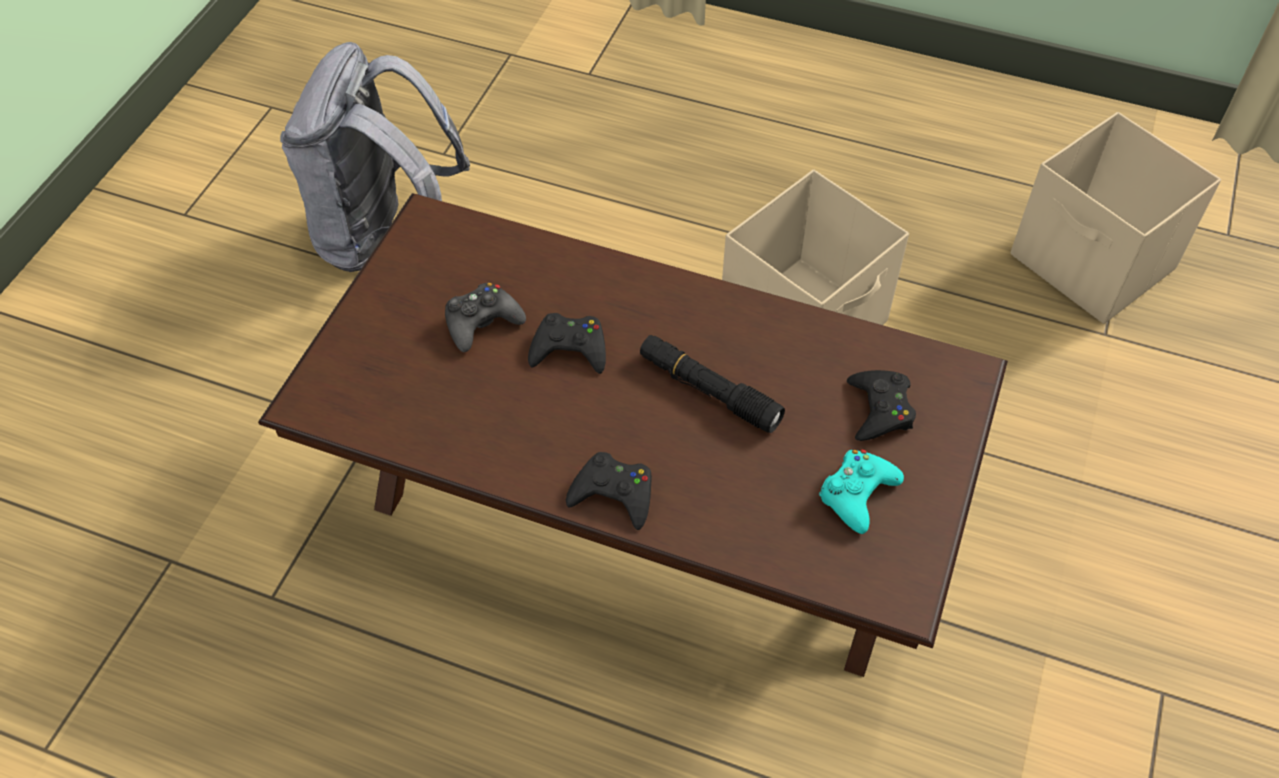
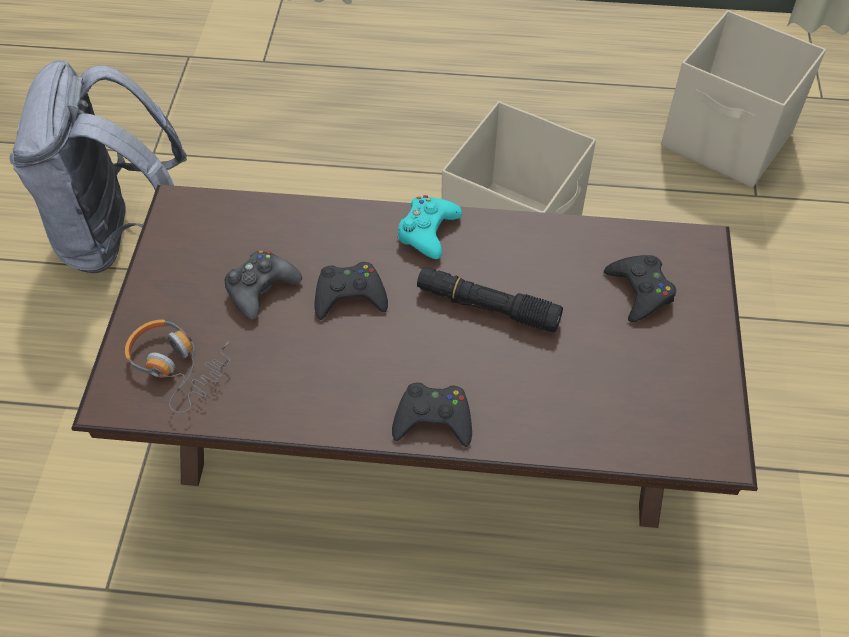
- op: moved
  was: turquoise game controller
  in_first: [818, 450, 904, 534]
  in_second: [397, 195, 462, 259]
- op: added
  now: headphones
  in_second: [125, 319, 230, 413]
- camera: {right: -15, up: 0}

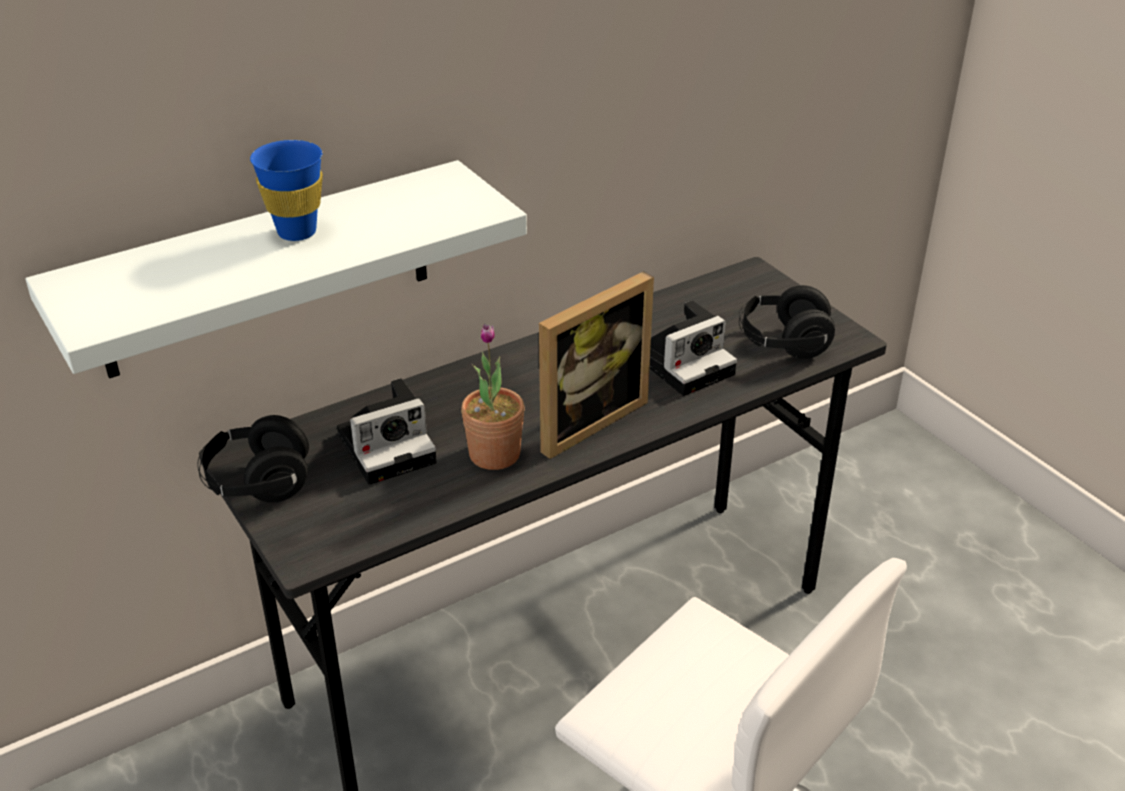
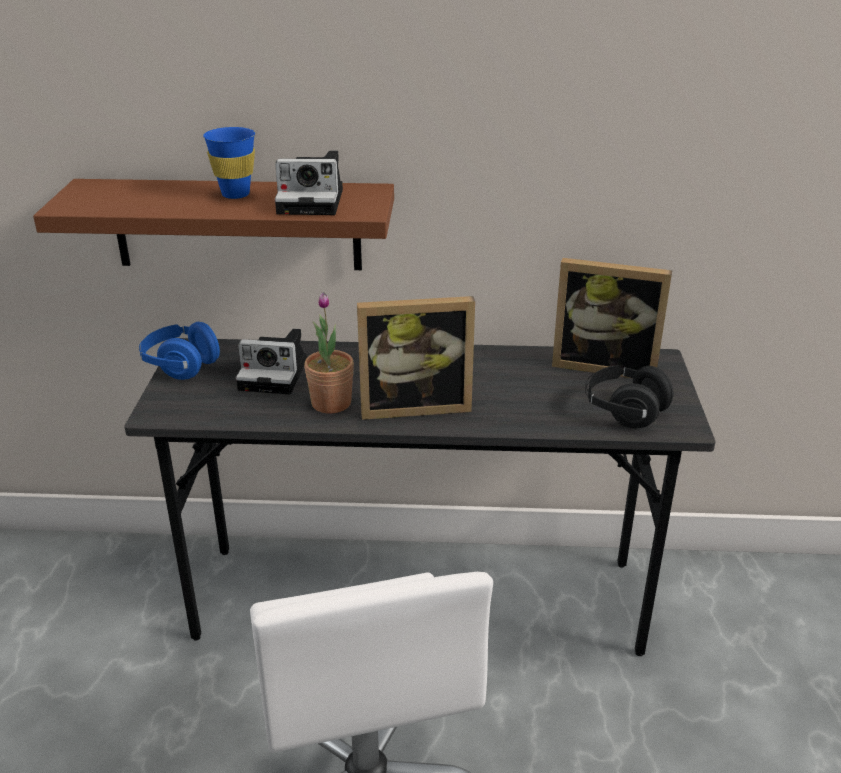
- op: recoloured
  was: whitish shelf
  now: brown-coloured shelf
  in_first: [25, 160, 527, 378]
  in_second: [33, 179, 394, 270]
- op: moved
  was: still camera
  in_first: [649, 300, 737, 396]
  in_second: [275, 150, 343, 215]
- op: recoloured
  was: black headphones
  now: blue headphones
  in_first: [197, 415, 309, 503]
  in_second: [139, 322, 222, 380]
- op: added
  now: standing frame
  in_second: [552, 258, 672, 378]
- camera: {right: 35, up: -5}

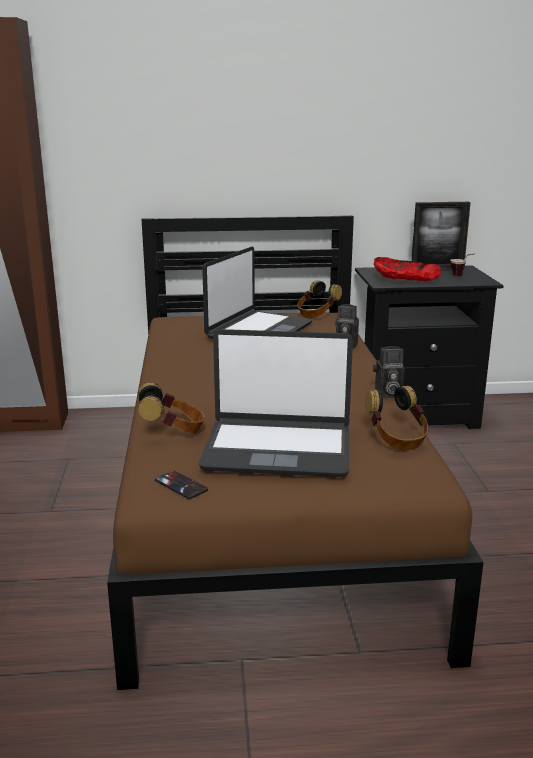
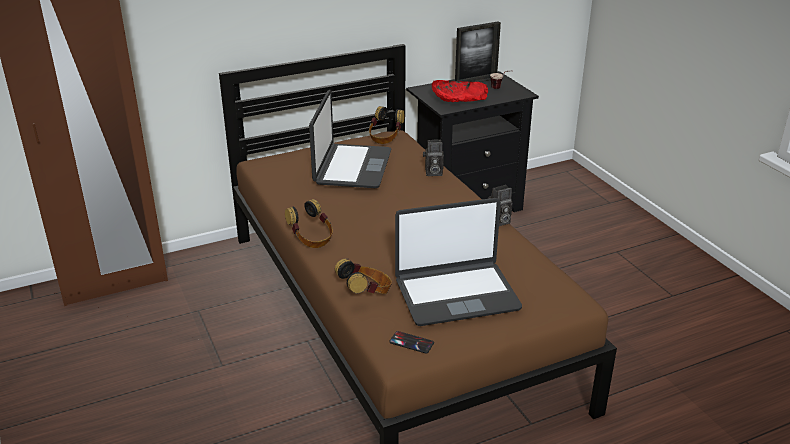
- op: moved
  was: headphones
  in_first: [365, 386, 428, 450]
  in_second: [285, 199, 333, 248]
- camera: {right: -20, up: 10}

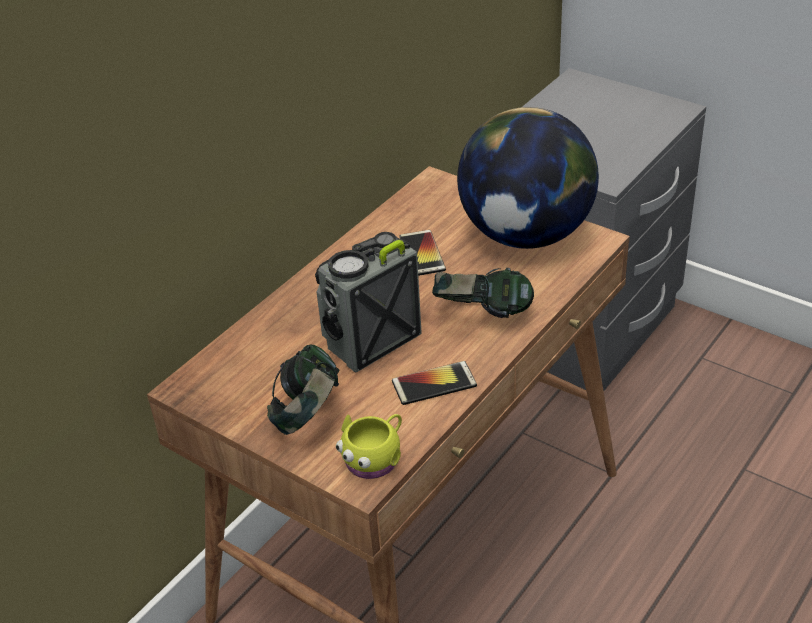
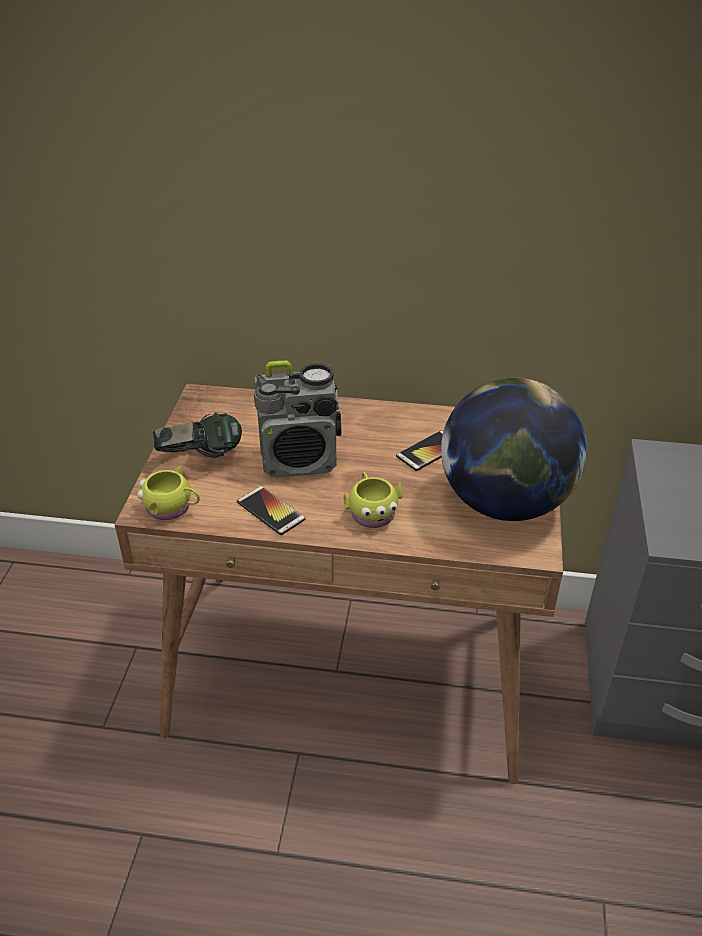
- op: turned
  was: radio set
  in_first: [315, 232, 421, 373]
  in_second: [254, 361, 341, 478]
  clockwise: 150
- op: replaced
  was: headphones
  now: yellow-coloured mug
  in_first: [432, 268, 534, 318]
  in_second: [343, 472, 403, 528]
- camera: {right: 60, up: 0}

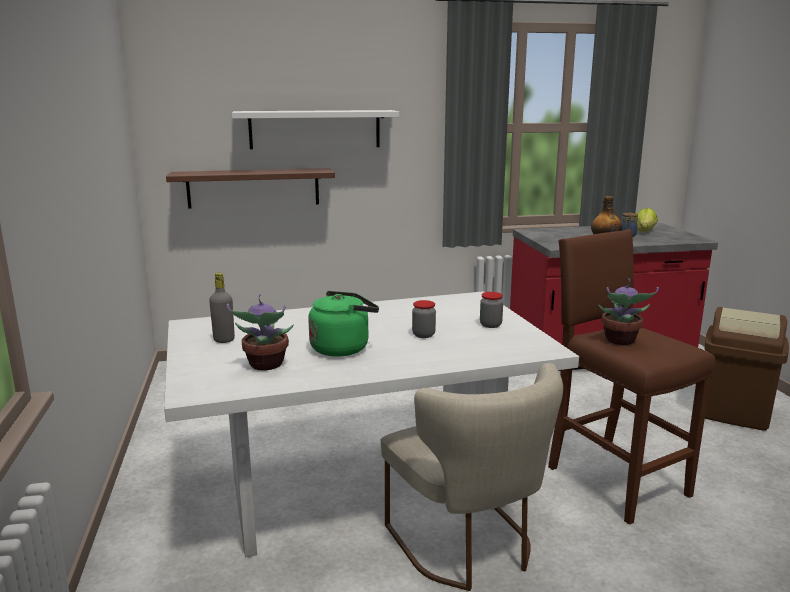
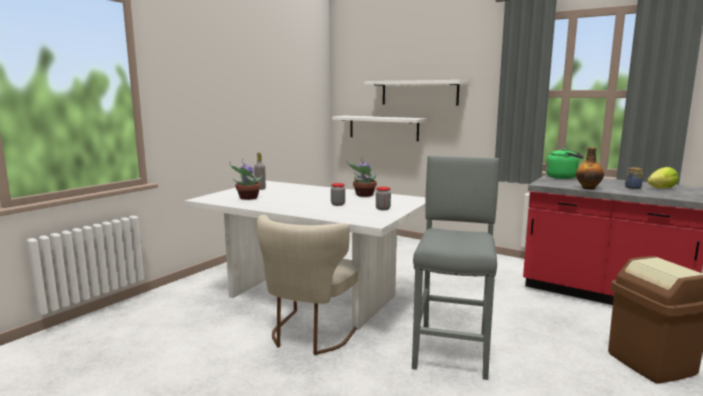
- op: recoloured
  was: brown-coloured shelf
  now: whitish shelf
  in_first: [166, 168, 335, 209]
  in_second: [332, 116, 427, 141]
- op: recoloured
  was: brown-coloured sitting stool
  now: gray sitting stool
  in_first: [548, 229, 715, 525]
  in_second: [412, 156, 500, 380]
- op: moved
  was: potted plant
  in_first: [598, 278, 659, 345]
  in_second: [347, 157, 377, 197]
- op: moved
  was: greenish kettle
  in_first: [308, 291, 379, 356]
  in_second: [546, 148, 584, 179]
- camera: {right: 45, up: -5}

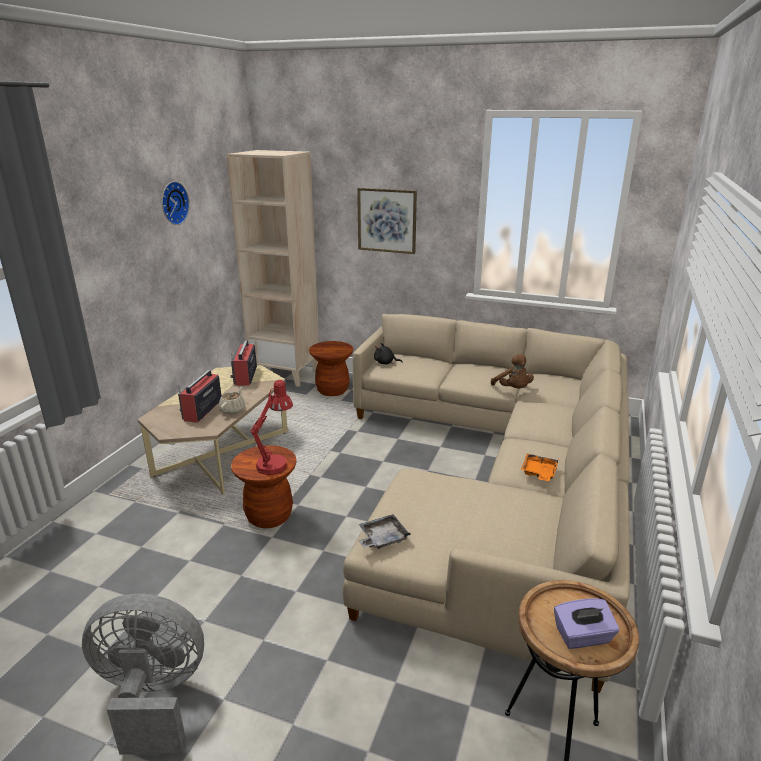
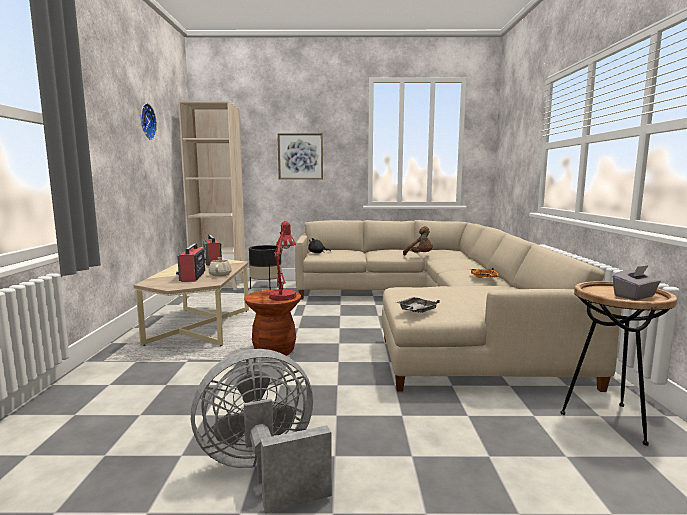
- op: replaced
  was: brown-coloured sitting stool
  now: black plant pot
  in_first: [309, 341, 353, 396]
  in_second: [249, 245, 282, 289]
- op: recoloured
  was: purple box of tissues
  now: gray box of tissues
  in_first: [554, 598, 619, 649]
  in_second: [613, 265, 661, 300]
- camera: {right: -20, up: -15}

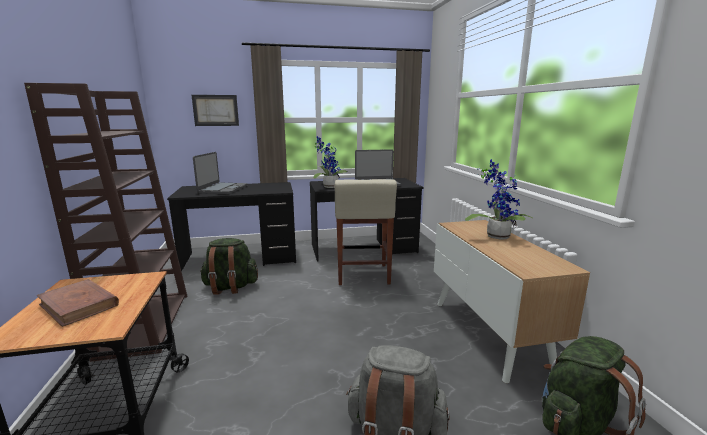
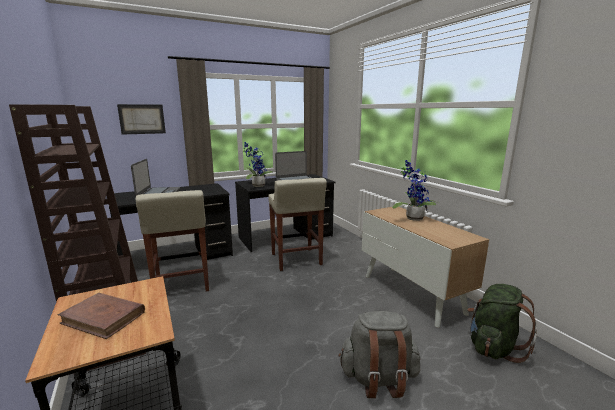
- op: replaced
  was: greenish backpack
  now: beige sitting stool
  in_first: [200, 238, 258, 295]
  in_second: [136, 190, 209, 292]
- camera: {right: -15, up: 0}

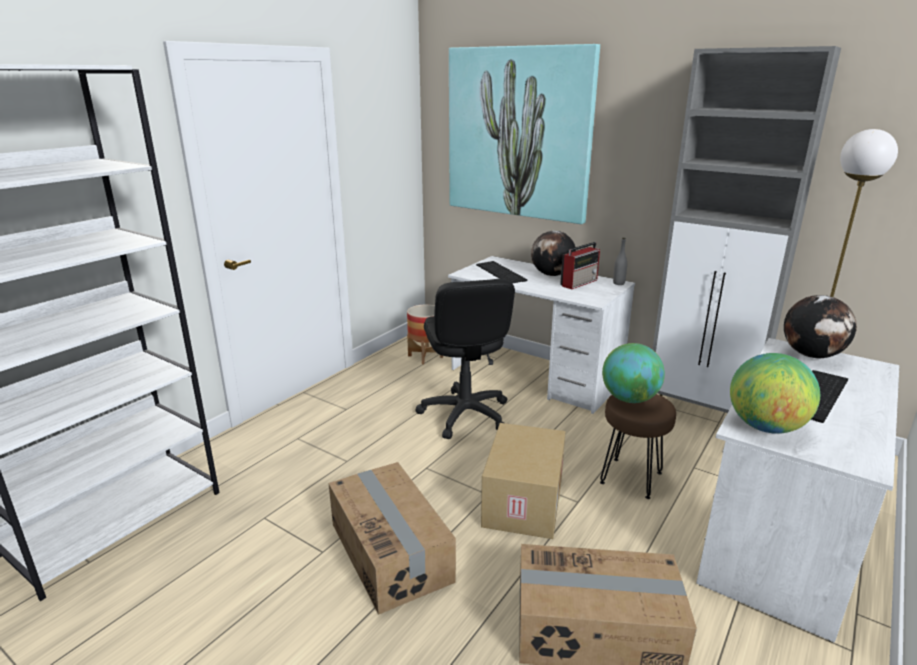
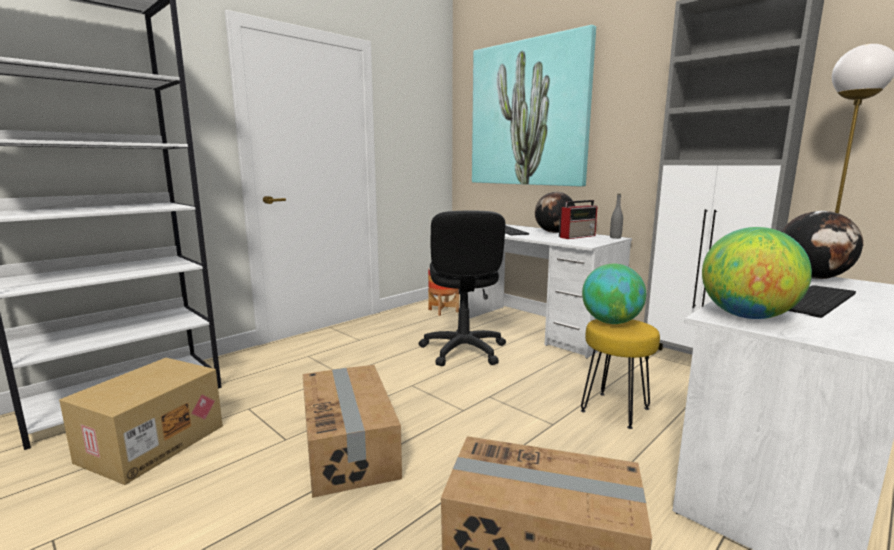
- op: recoloured
  was: brown-coloured sitting stool
  now: yellow-coloured sitting stool
  in_first: [600, 394, 676, 499]
  in_second: [581, 319, 660, 429]
- op: moved
  was: cardboard box
  in_first: [481, 423, 565, 539]
  in_second: [59, 358, 223, 485]
- camera: {right: 10, up: -10}

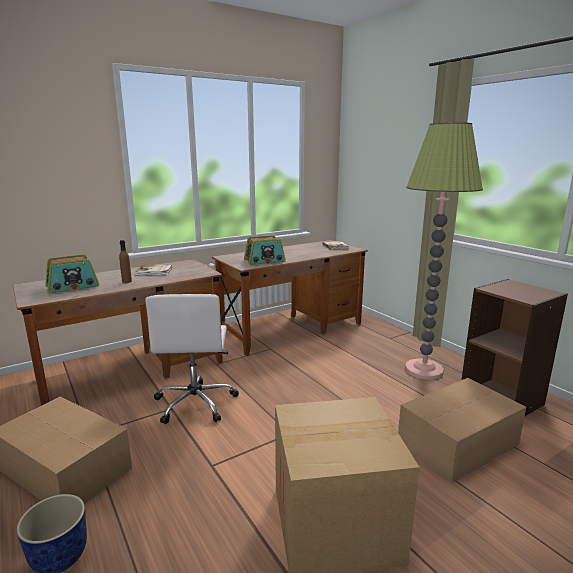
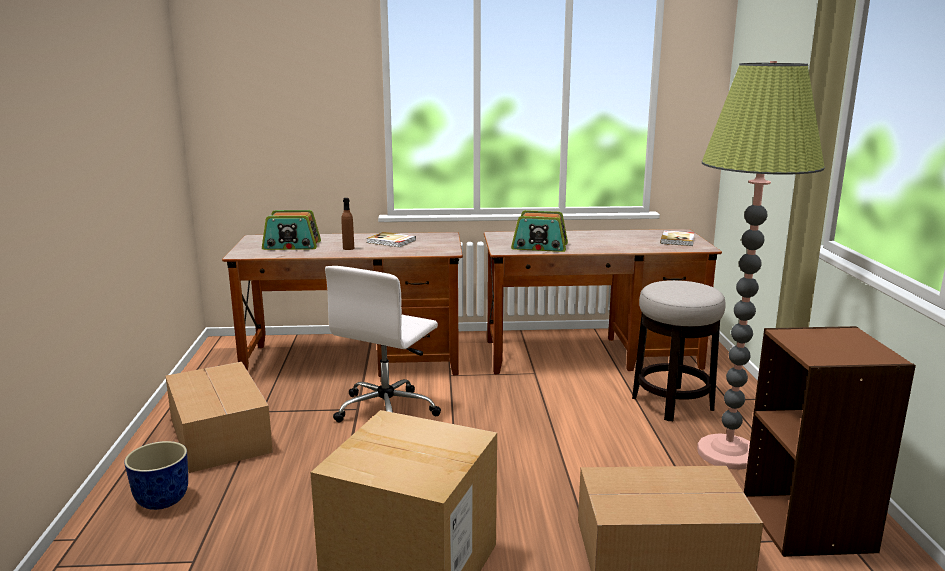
- op: added
  now: sitting stool
  in_second: [632, 280, 726, 421]
- camera: {right: 30, up: 0}

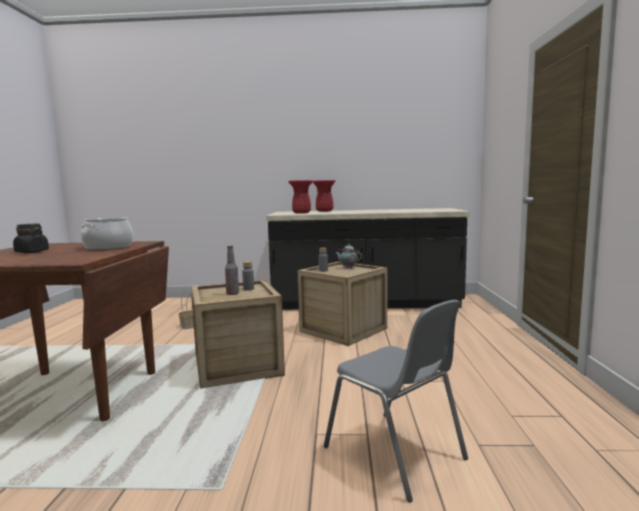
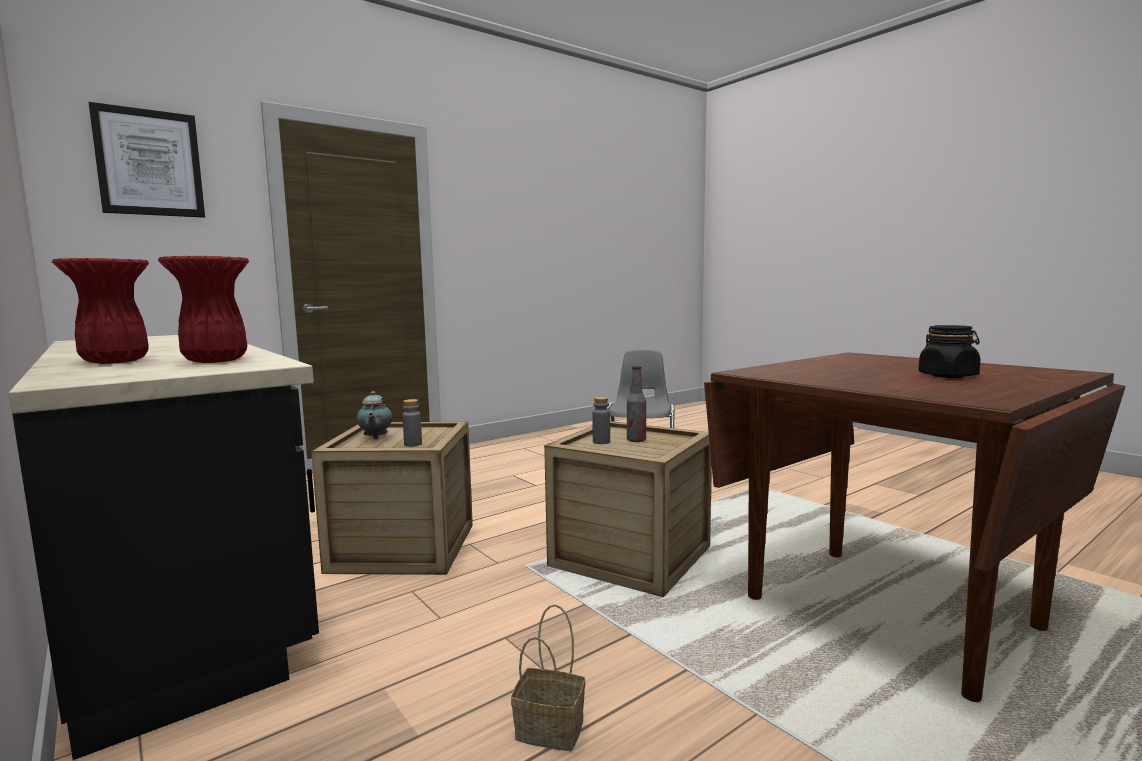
- op: removed
  was: saucepot
  in_first: [81, 217, 133, 250]
- op: added
  now: wall picture
  in_second: [89, 102, 205, 218]
- camera: {right: -130, up: 0}

